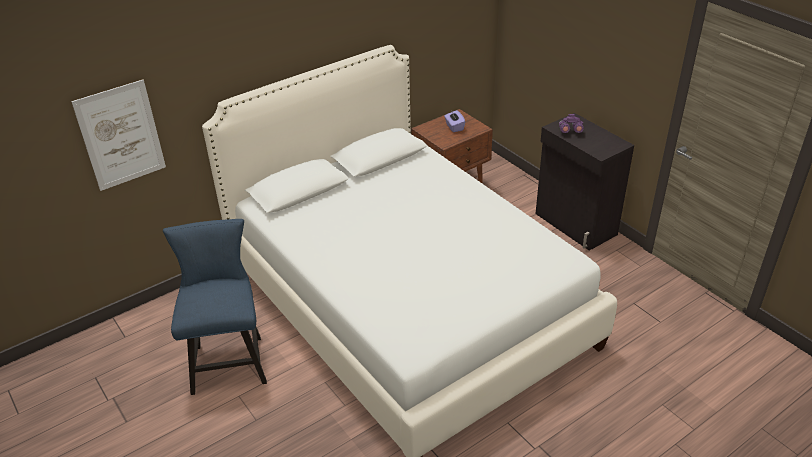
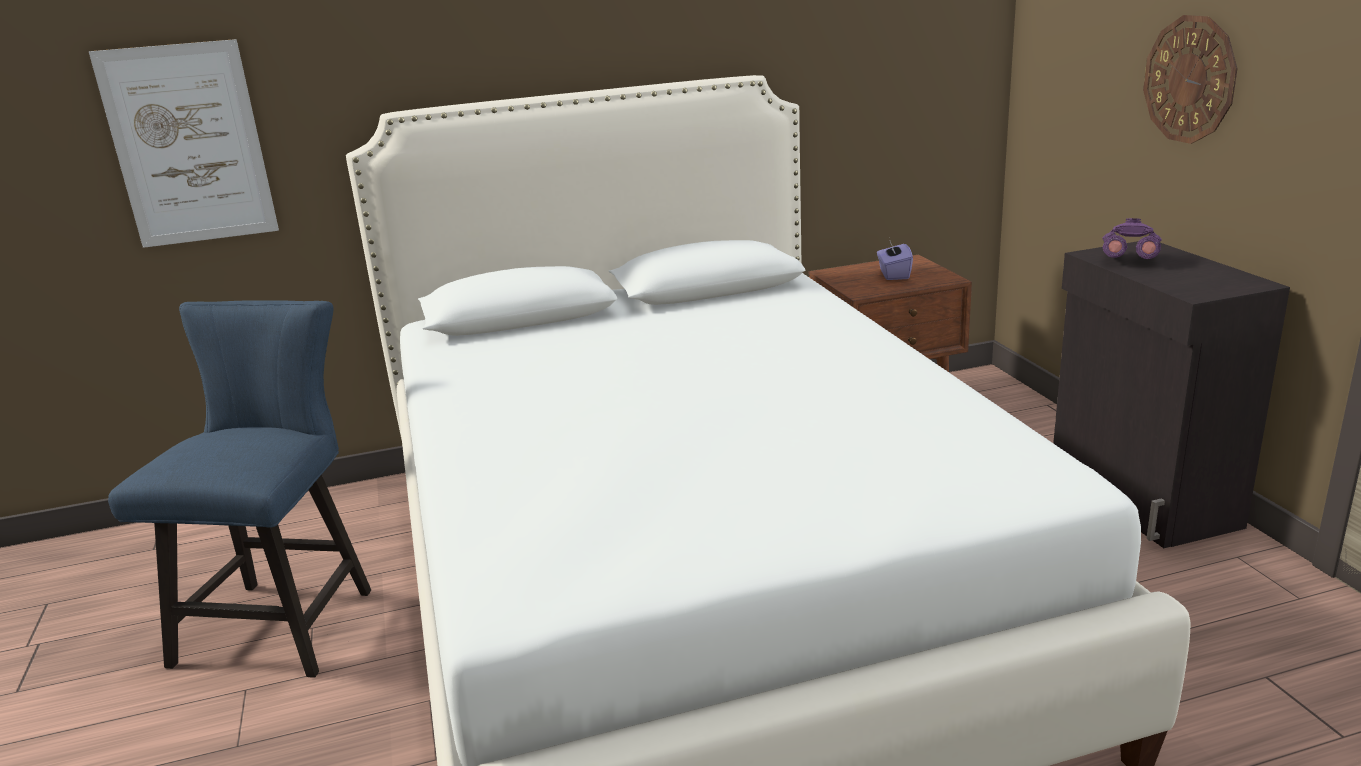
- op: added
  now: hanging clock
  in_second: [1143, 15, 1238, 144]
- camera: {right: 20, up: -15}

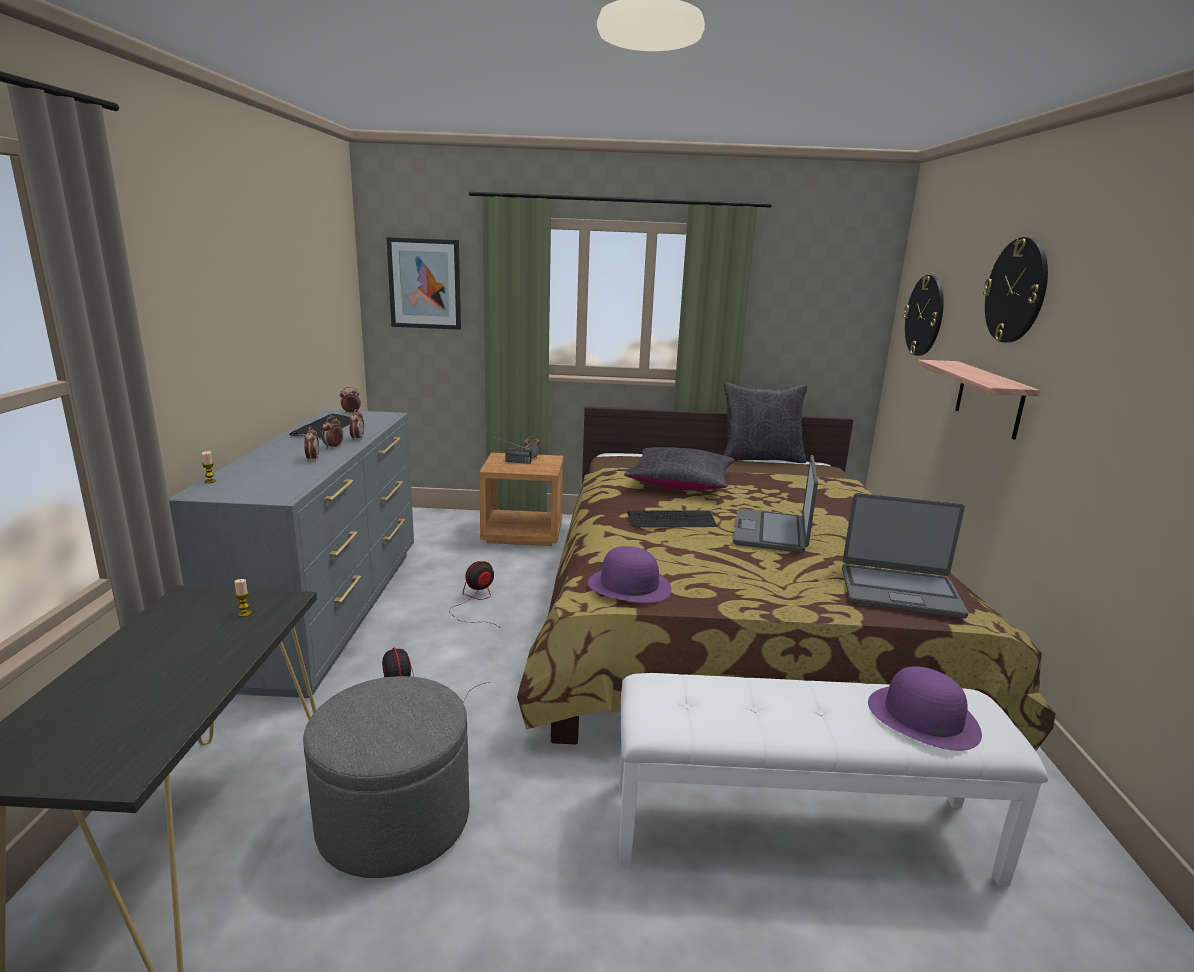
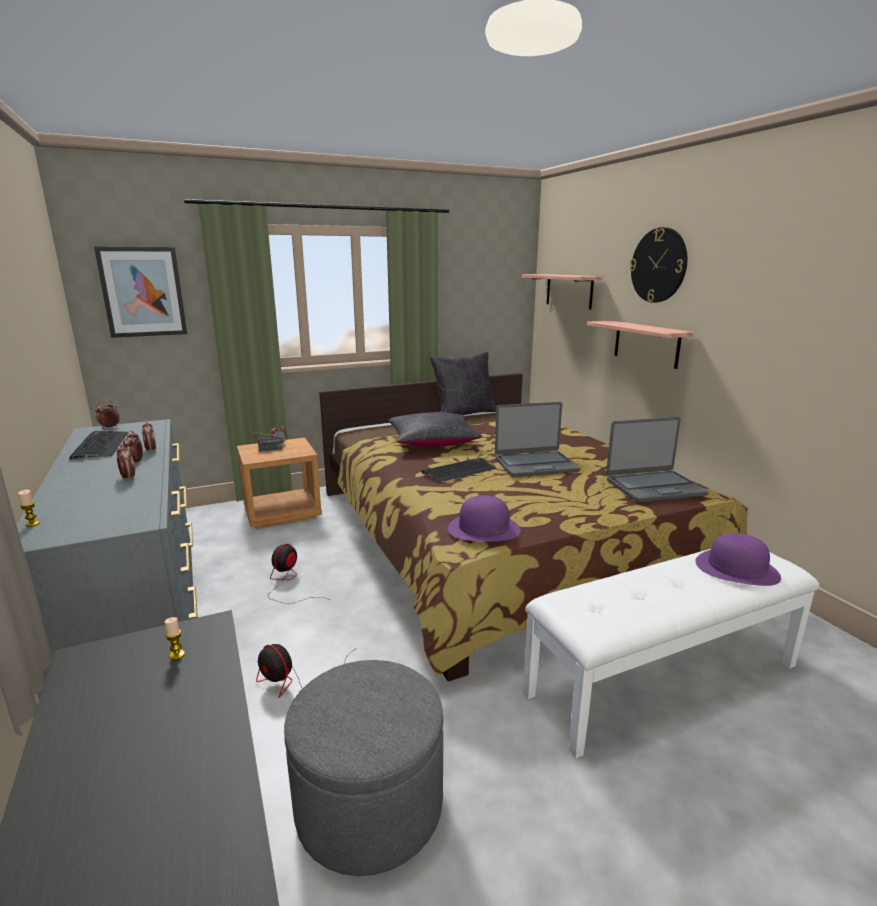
- op: replaced
  was: hanging clock
  now: shelf
  in_first: [903, 275, 944, 356]
  in_second: [522, 274, 602, 309]
- op: turned
  was: notebook computer
  in_first: [733, 455, 818, 553]
  in_second: [495, 402, 580, 477]
  clockwise: -90
- camera: {right: -25, up: 0}

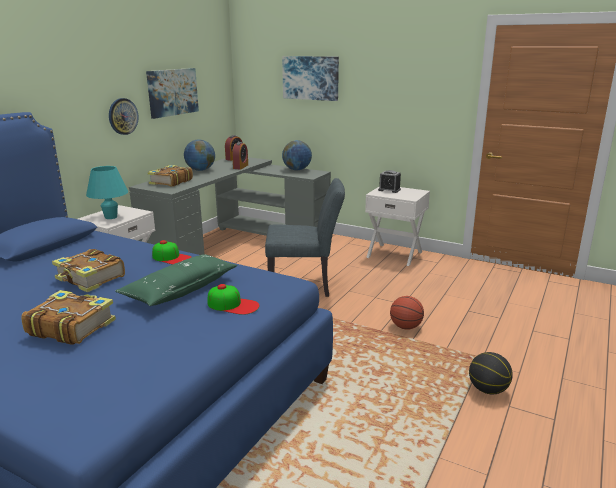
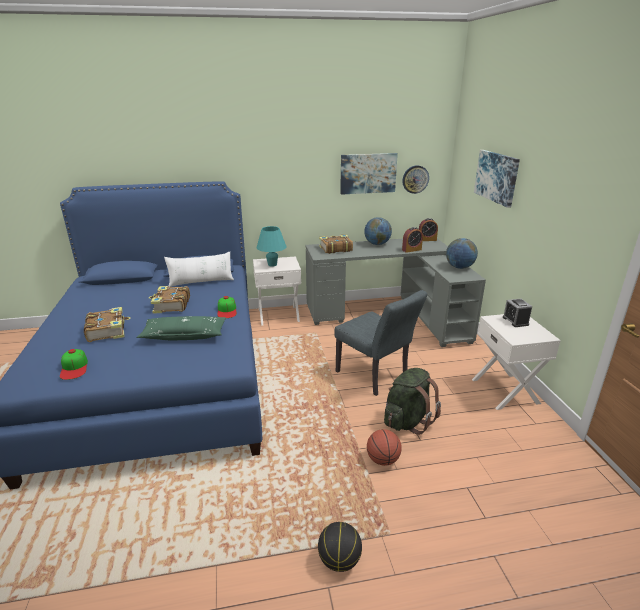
- op: moved
  was: hanging clock
  in_first: [109, 98, 139, 135]
  in_second: [402, 165, 429, 194]
- op: moved
  was: cap
  in_first: [208, 284, 259, 315]
  in_second: [60, 349, 88, 380]
- op: added
  now: whitish throw pillow
  in_second: [164, 252, 234, 287]
- op: added
  now: greenish backpack
  in_second: [384, 368, 441, 435]
- camera: {right: 50, up: 5}

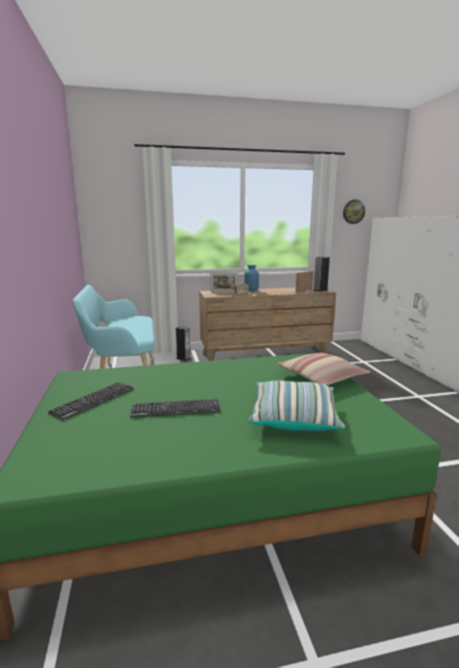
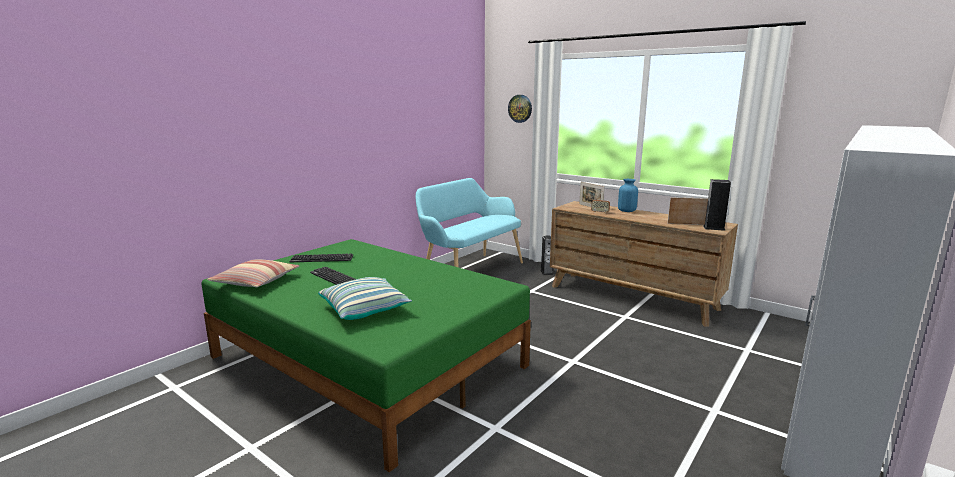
- op: moved
  was: hanging clock
  in_first: [343, 199, 365, 224]
  in_second: [508, 95, 532, 123]
- op: moved
  was: throw pillow
  in_first: [276, 352, 370, 386]
  in_second: [207, 259, 299, 287]
- camera: {right: 50, up: 0}

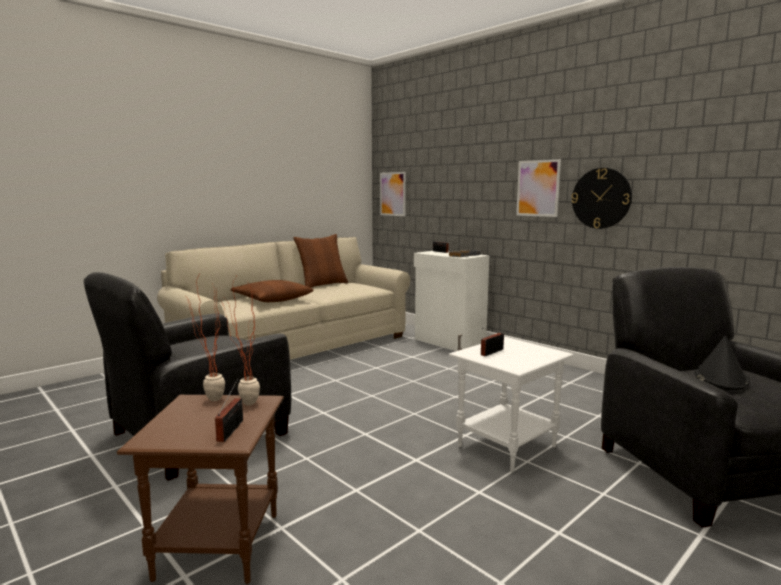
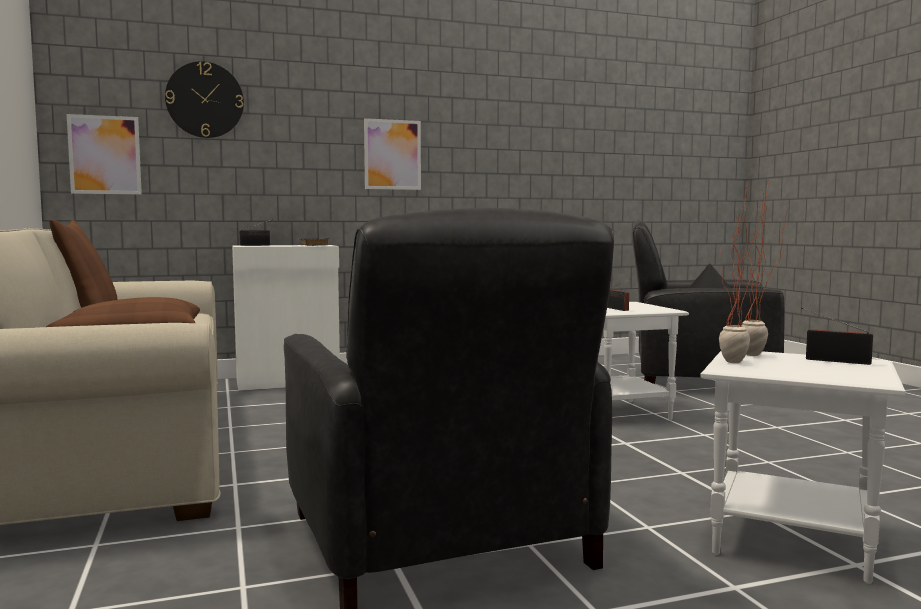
- op: moved
  was: hanging clock
  in_first: [571, 168, 632, 229]
  in_second: [165, 61, 244, 138]
- op: recoloured
  was: brown-coloured side table
  now: whitish side table
  in_first: [117, 395, 284, 584]
  in_second: [700, 351, 906, 584]
- camera: {right: -65, up: -5}

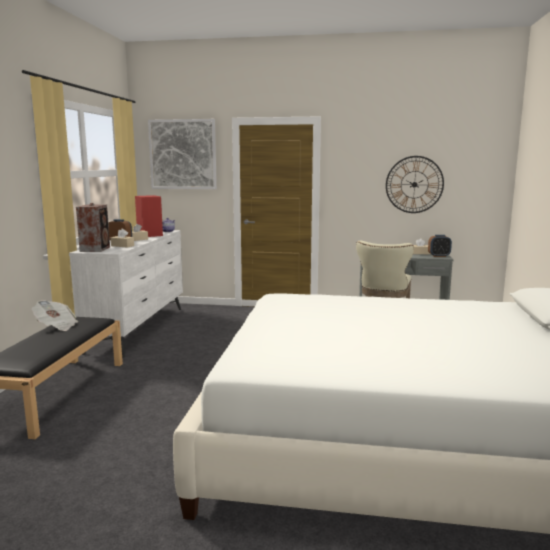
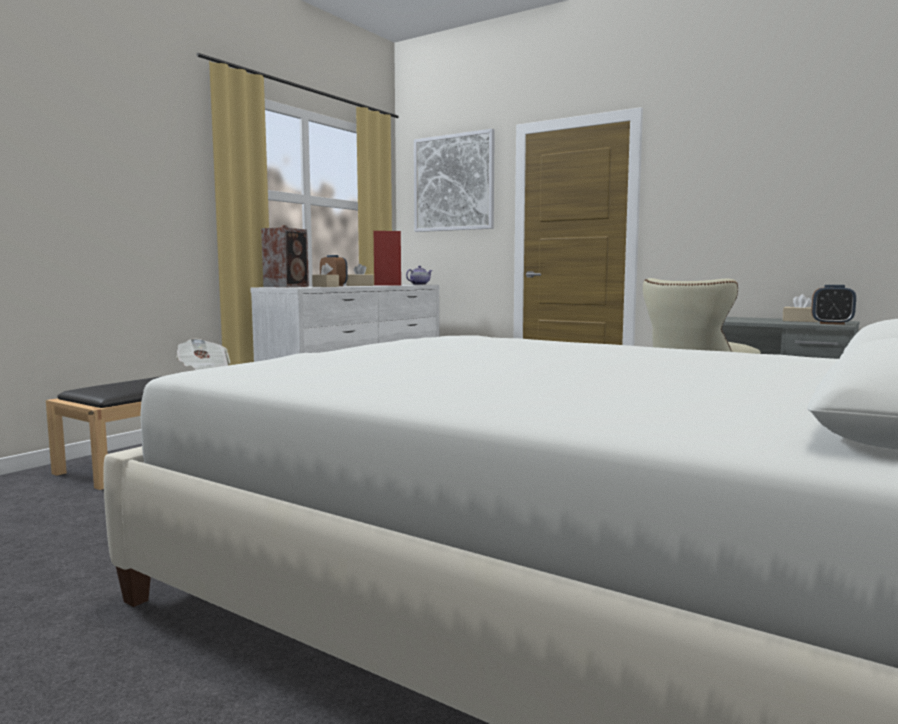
- op: removed
  was: hanging clock
  in_first: [386, 156, 444, 213]
- camera: {right: 25, up: -5}

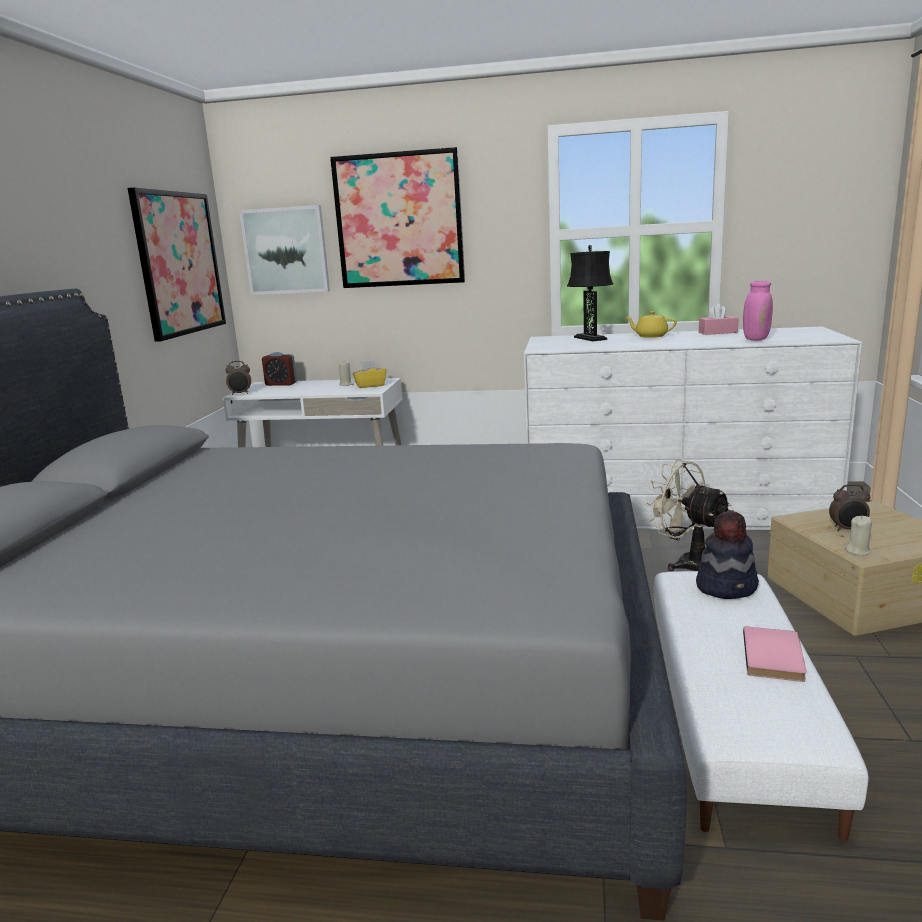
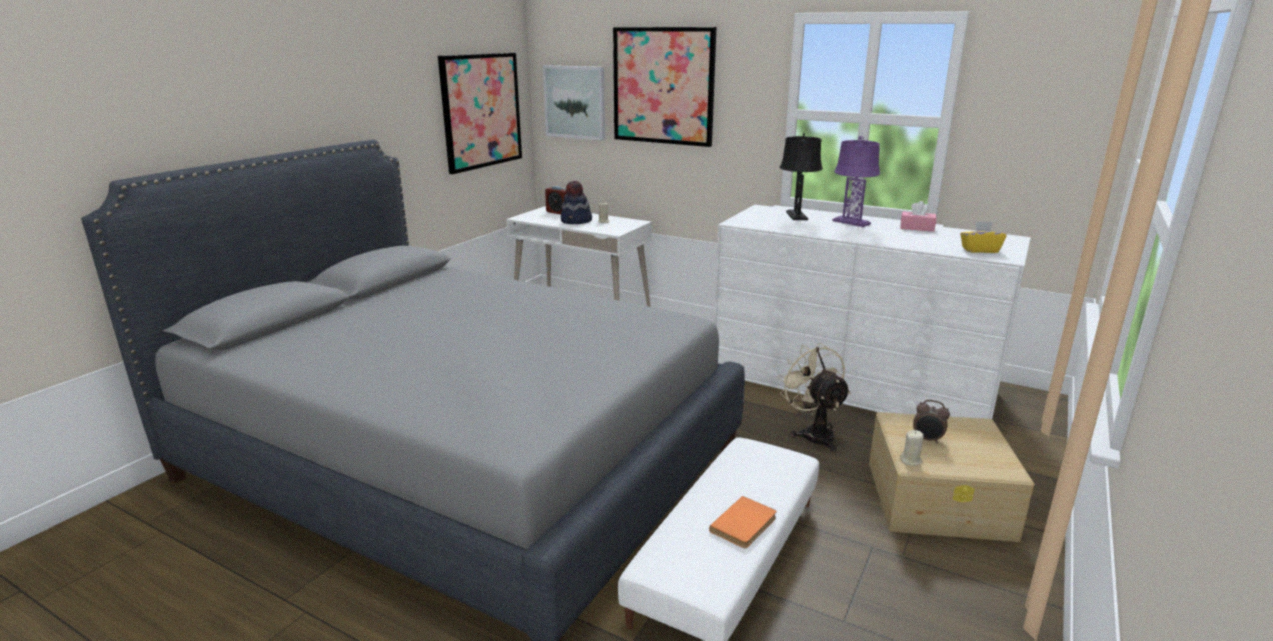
- op: removed
  was: pink flower vase
  in_first: [743, 281, 773, 341]
- op: replaced
  was: yellow-coloured pot for tea
  now: purple tabletop lamp
  in_first: [626, 311, 677, 338]
  in_second: [832, 136, 880, 227]
- op: moved
  was: yellow-coloured box of tissues
  in_first: [353, 360, 386, 388]
  in_second: [960, 221, 1007, 253]
- op: removed
  was: bedside clock
  in_first: [225, 361, 251, 395]
- op: moved
  was: wearable hat
  in_first: [696, 510, 759, 599]
  in_second: [561, 181, 592, 224]
- op: recoloured
  was: pink volume
  now: orange-coloured volume
  in_first: [743, 626, 806, 682]
  in_second: [709, 496, 777, 548]
- camera: {right: 20, up: 5}

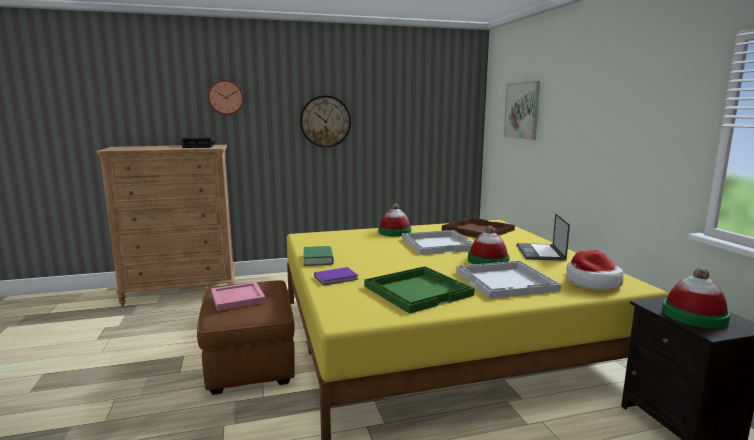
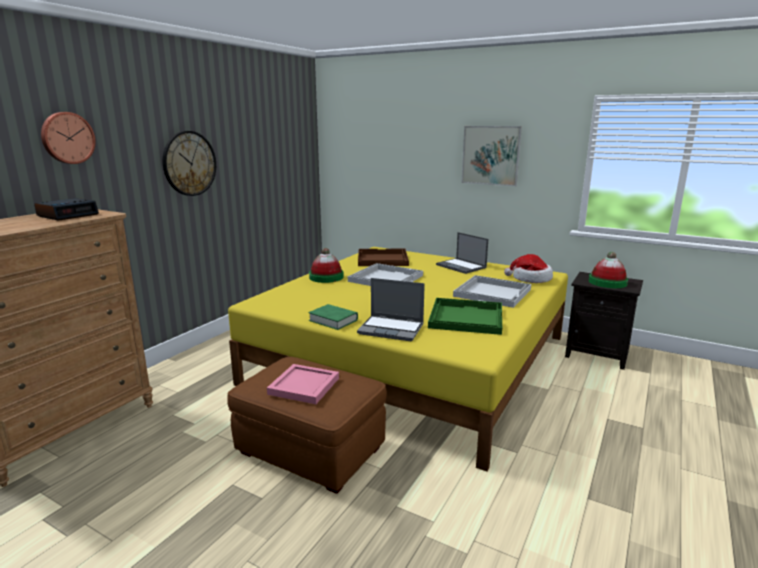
- op: moved
  was: wall picture
  in_first: [503, 81, 540, 140]
  in_second: [461, 126, 522, 186]
- op: removed
  was: wearable hat
  in_first: [468, 226, 510, 264]
- op: replaced
  was: purple volume
  now: notebook computer
  in_first: [314, 267, 358, 285]
  in_second: [357, 278, 425, 341]
- camera: {right: -45, up: 5}

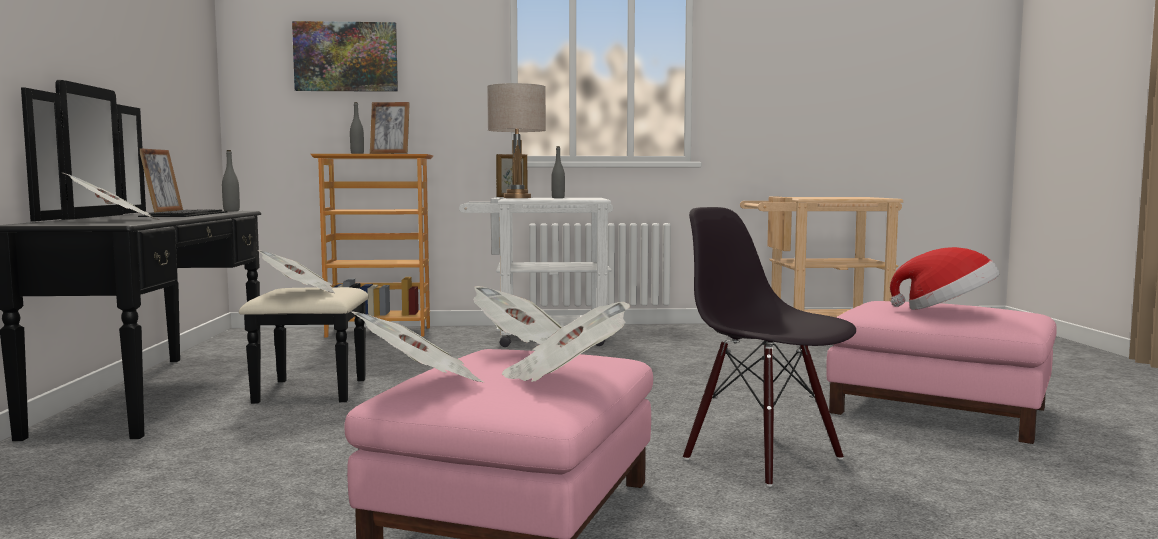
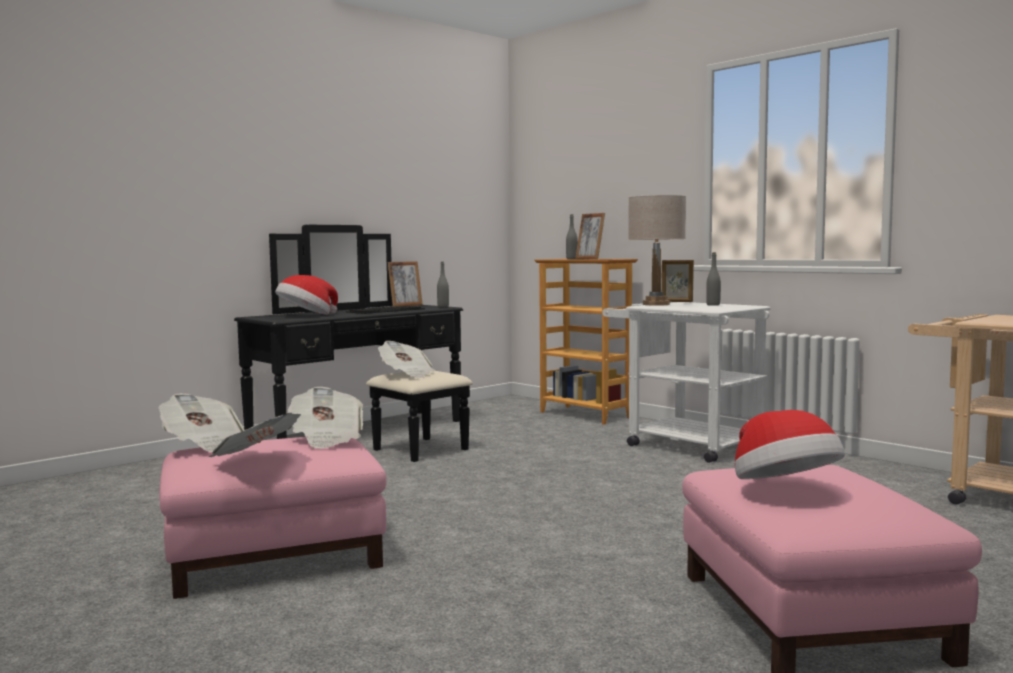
- op: removed
  was: wall picture
  in_first: [292, 21, 398, 92]
- op: replaced
  was: newspaper
  now: wearable hat
  in_first: [63, 173, 159, 220]
  in_second: [275, 275, 338, 315]
- op: removed
  was: black plain chair
  in_first: [683, 207, 856, 487]
- camera: {right: 50, up: 0}

